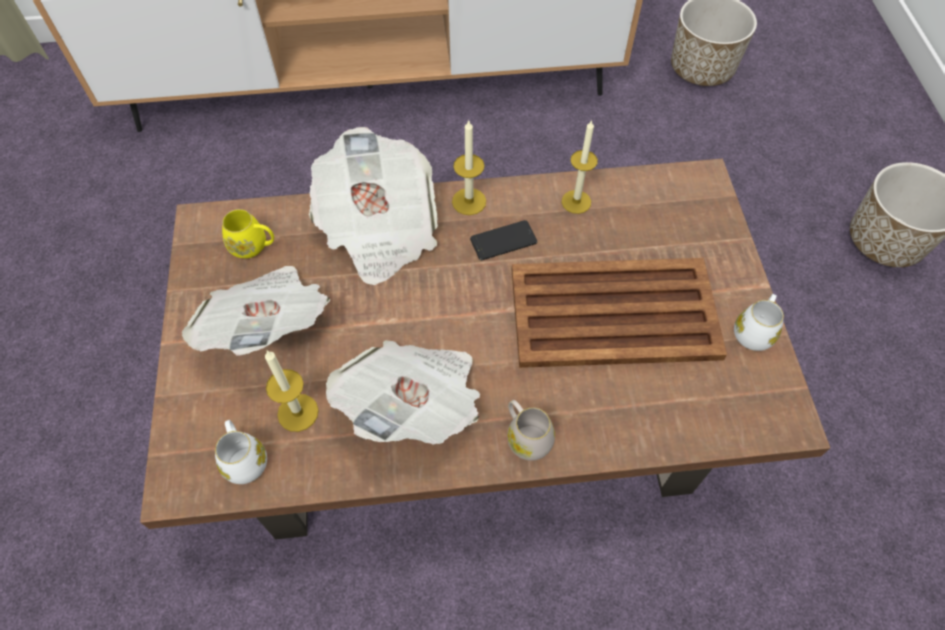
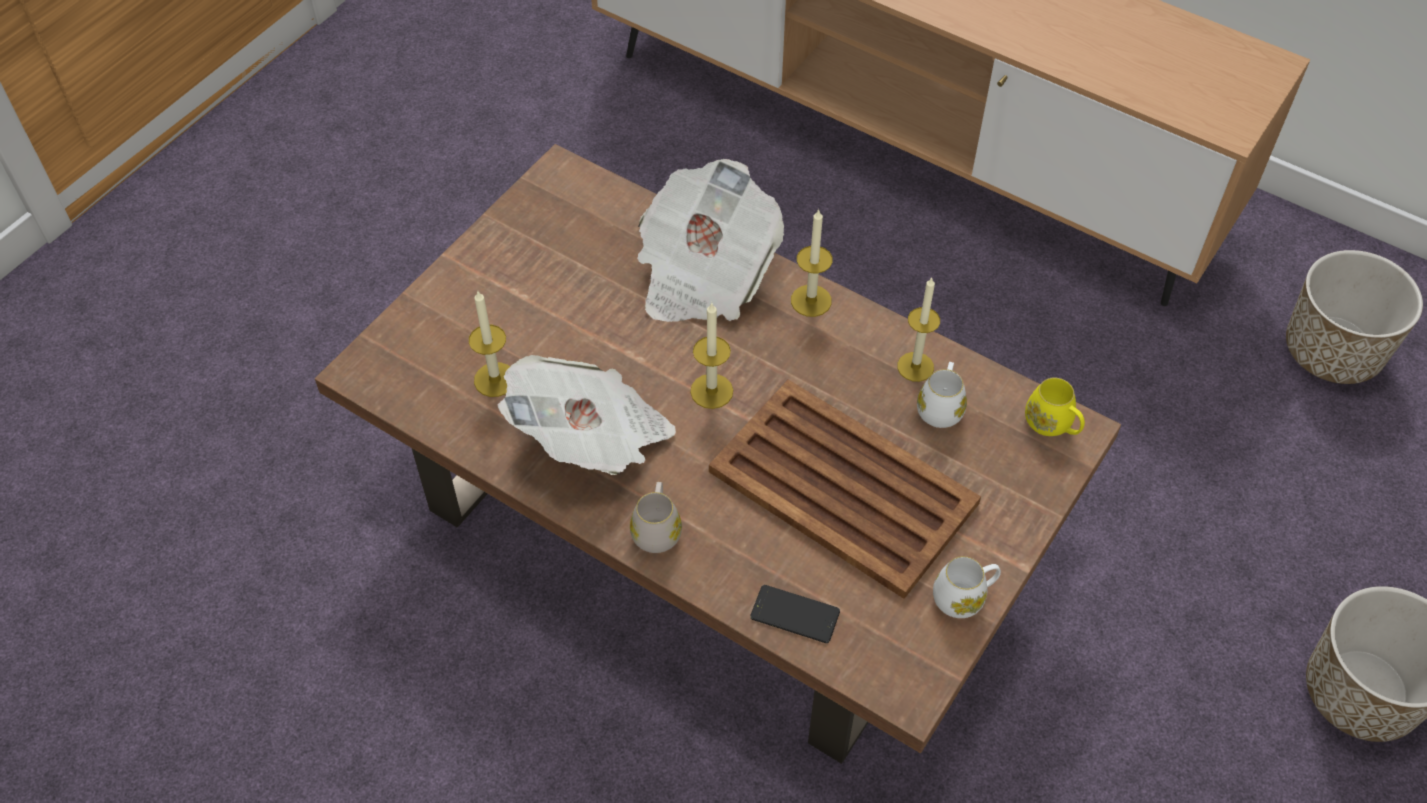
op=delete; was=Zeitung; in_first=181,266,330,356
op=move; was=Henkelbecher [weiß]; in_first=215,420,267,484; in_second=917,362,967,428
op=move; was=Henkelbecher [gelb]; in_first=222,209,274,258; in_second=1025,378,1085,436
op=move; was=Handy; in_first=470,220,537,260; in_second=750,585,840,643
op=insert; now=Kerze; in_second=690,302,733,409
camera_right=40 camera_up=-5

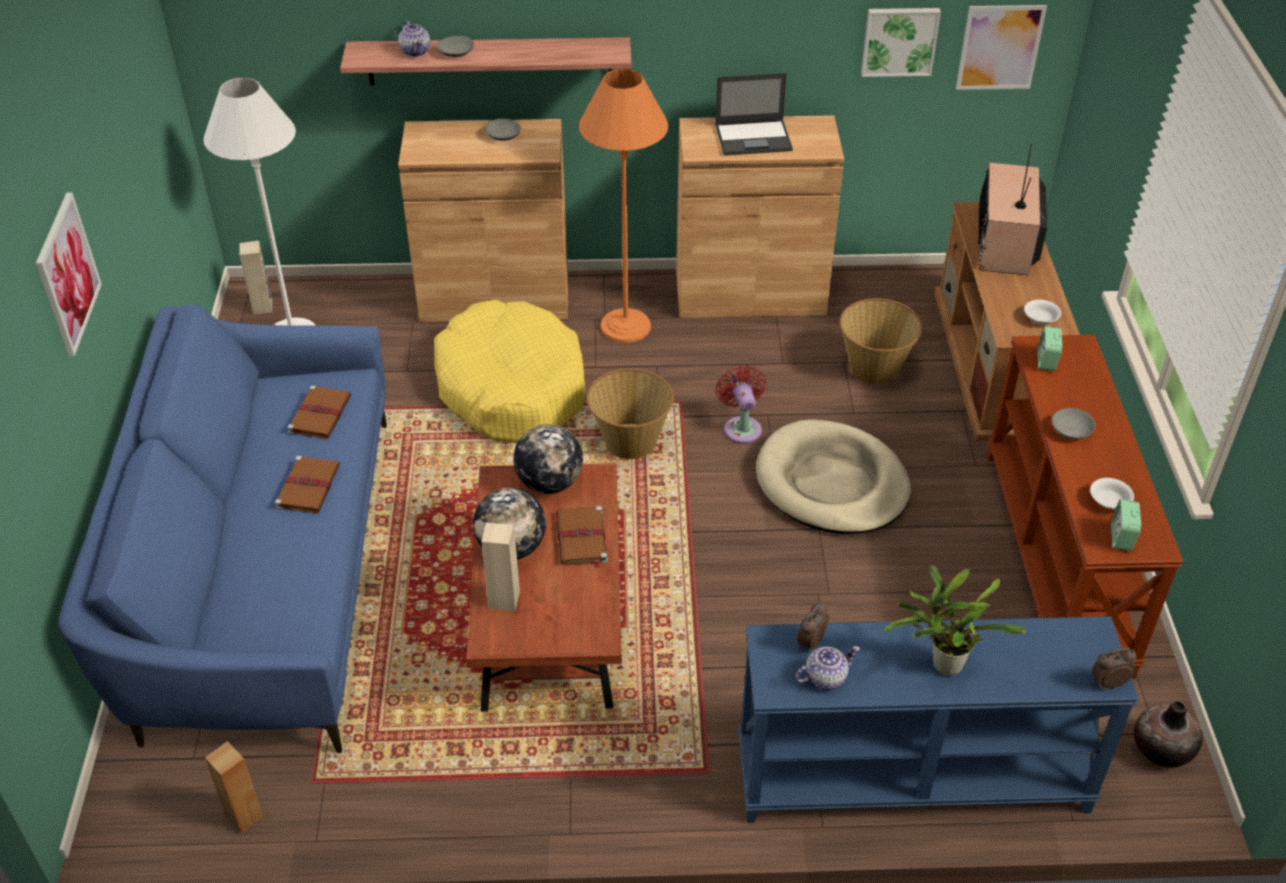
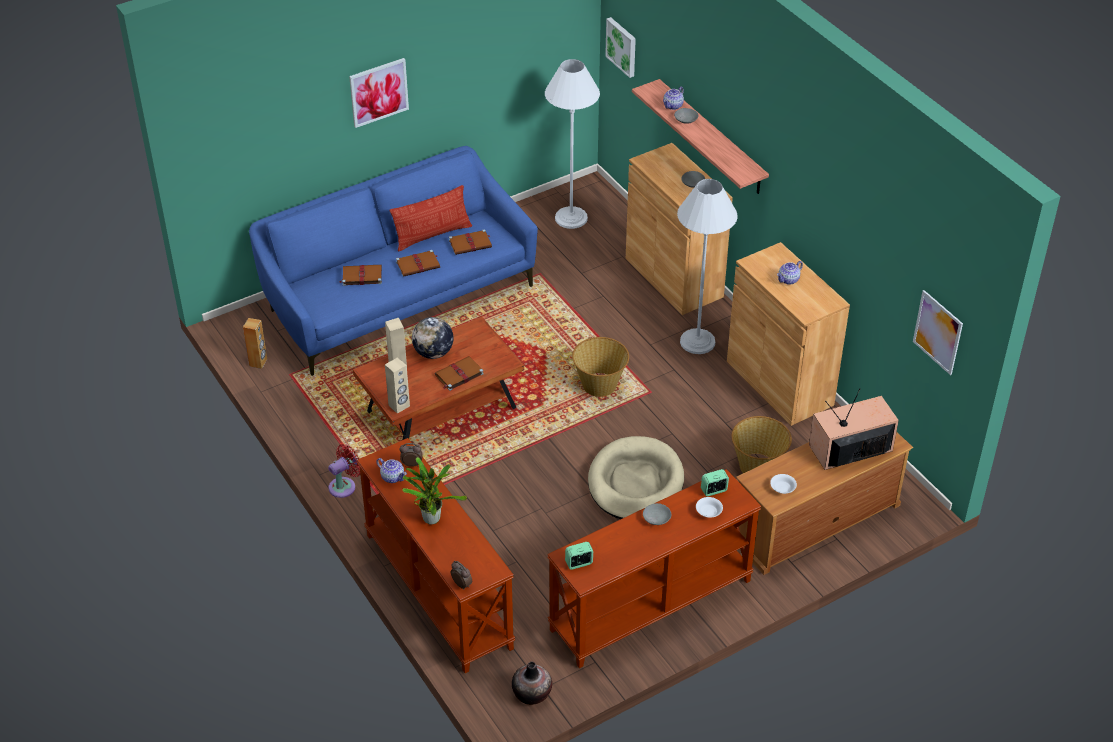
op=move; was=Lautsprecher [beige]; in_first=239,241,272,315; in_second=385,358,410,414
op=delete; was=Hundebett [gelb]; in_first=434,300,586,443
op=delete; was=Globus; in_first=513,424,583,494
op=recolor; was=Stehlampe [orange]; now=Stehlampe [weiß]; in_first=579,68,669,343; in_second=677,179,738,354
op=replace; was=Laptop; now=Teekanne; in_first=715,73,793,156; in_second=777,261,803,285
op=move; was=Ventilator [rot]; in_first=715,365,767,444; in_second=328,444,360,498
op=recolor; was=Konsolentisch [blau]; now=Konsolentisch [braun]; in_first=738,616,1139,823; in_second=357,438,515,673
op=move; was=Bild; in_first=861,8,941,77; in_second=605,17,636,78
op=move; was=Schüssel [weiß]; in_first=1090,478,1134,510; in_second=696,497,723,518
op=insert; now=Buch [braun]; in_second=339,265,382,286
op=insert; now=Kissen; in_second=390,185,472,252
camera_right=60 camera_up=0

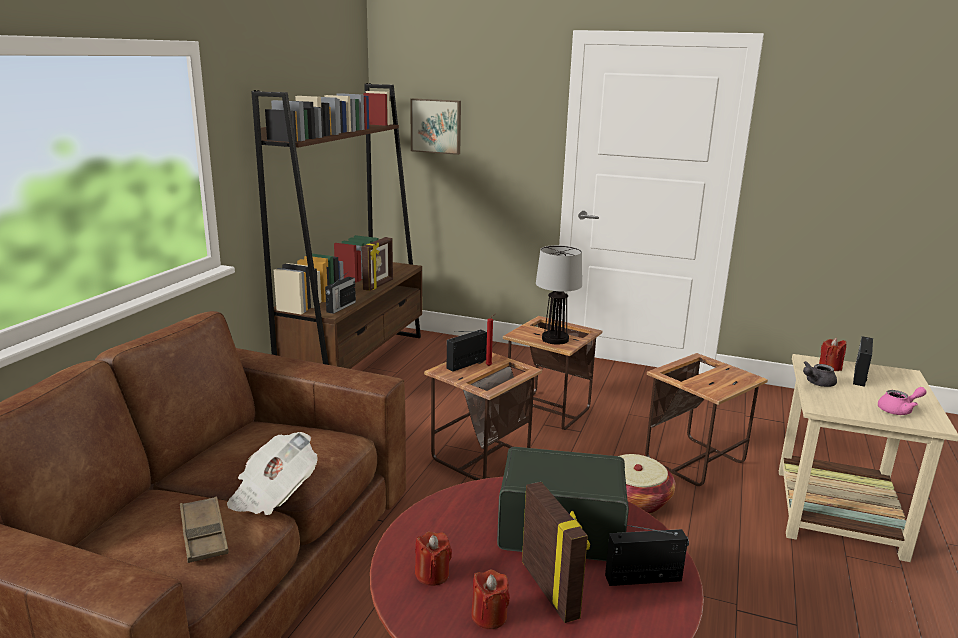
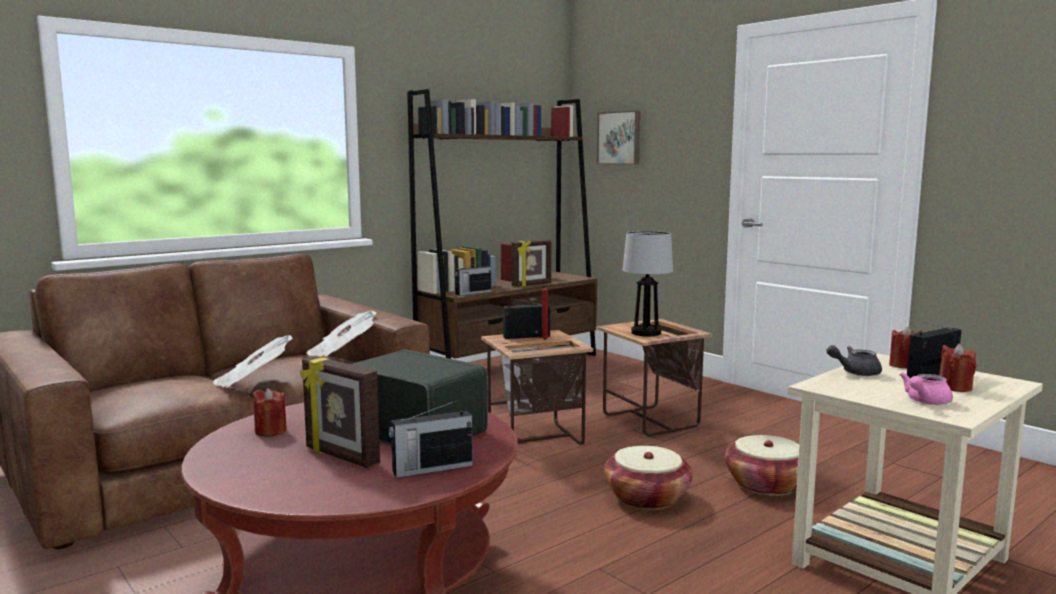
op=delete; was=Tablett [braun]; in_first=180,496,229,563
op=move; was=Kerze [rot]; in_first=472,569,510,629; in_second=939,344,976,392
op=rotate; was=Bilderrahmen; in_first=522,482,590,623; in_second=300,356,380,468; clockwise=120
op=rotate; was=Radio; in_first=605,524,689,586; in_second=388,400,473,478; clockwise=135
op=replace; was=Beistelltisch; now=Korb; in_first=645,353,768,486; in_second=725,435,799,496
op=rotate; was=Teekanne [rosa]; in_first=878,387,927,415; in_second=899,372,953,405; clockwise=120
op=insert; now=Zeitung; in_second=306,311,377,357
camera_right=30 camera_up=-10

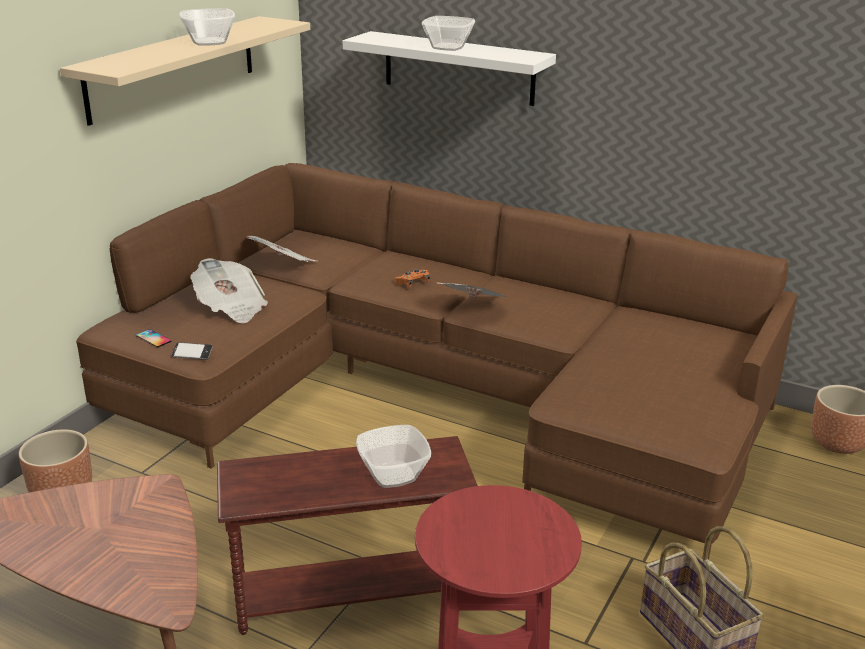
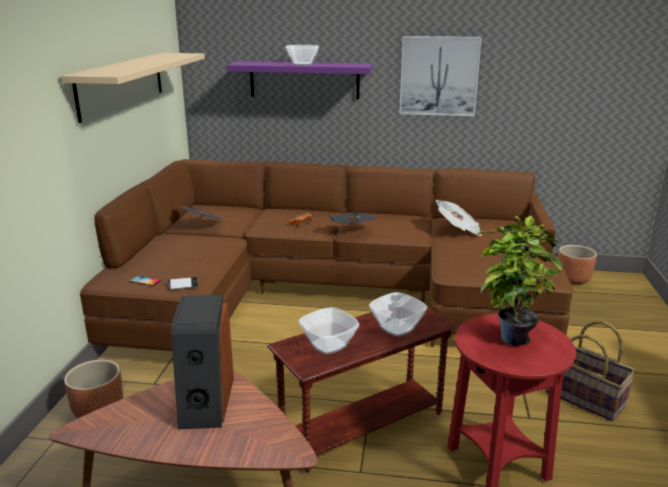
op=move; was=Schüssel; in_first=179,8,235,46; in_second=298,307,359,355
op=move; was=Zeitung; in_first=190,258,268,323; in_second=436,200,482,236
op=recolor; was=Wandregal [weiß]; now=Wandregal [lila]; in_first=343,31,556,106; in_second=227,61,373,99
op=insert; now=Lautsprecher; in_second=171,295,234,429
op=insert; now=Bild; in_second=400,36,482,116
op=insert; now=Topfpflanze; in_second=476,216,562,346
camera_right=-20 camera_up=-5

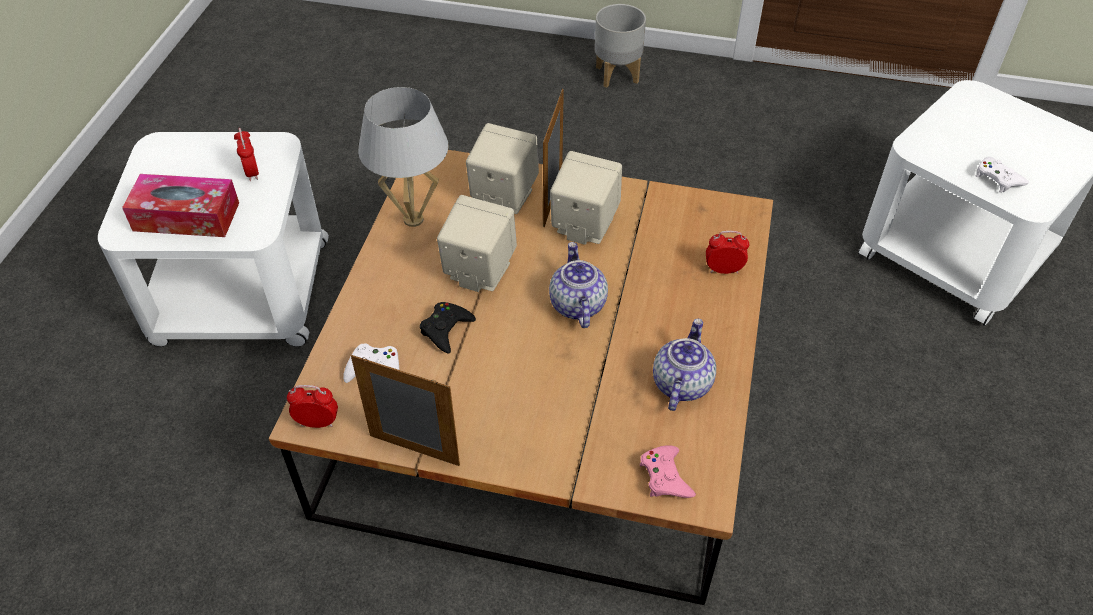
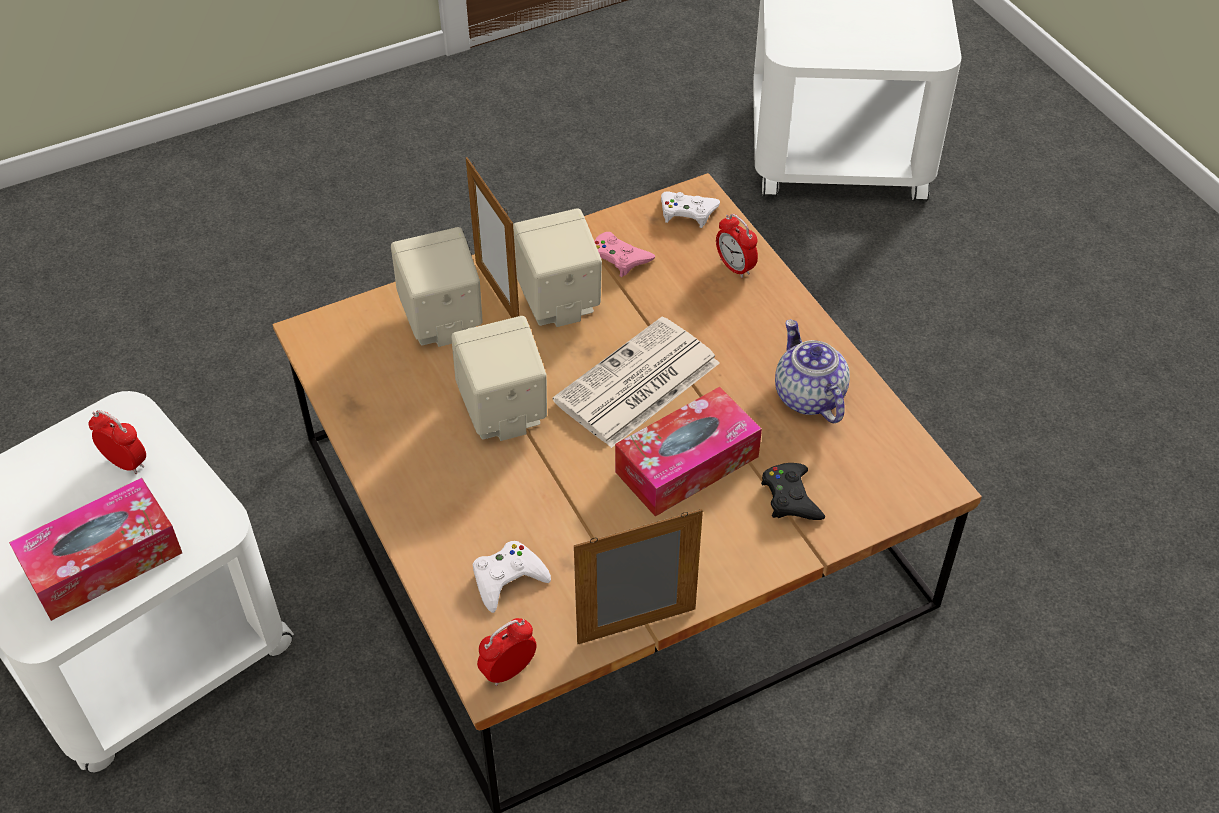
op=delete; was=Tischlampe [weiß]; in_first=358,87,449,227
op=move; was=Gamepad [schwarz]; in_first=420,302,476,354; in_second=761,463,825,520
op=replace; was=Teekanne; now=Zeitung; in_first=549,242,608,328; in_second=552,317,720,448
op=delete; was=Pflanzkübel [grau]; in_first=595,4,646,88
op=move; was=Gamepad [rosa]; in_first=640,445,696,498; in_second=594,232,655,277
op=rotate; was=Wecker; in_first=706,231,749,274; in_second=716,214,758,278; clockwise=-90
op=move; was=Gamepad [weiß]; in_first=976,157,1029,193; in_second=661,191,720,228
op=insert; now=Taschentuchbox; in_second=615,387,762,517
camera_right=-40 camera_up=0

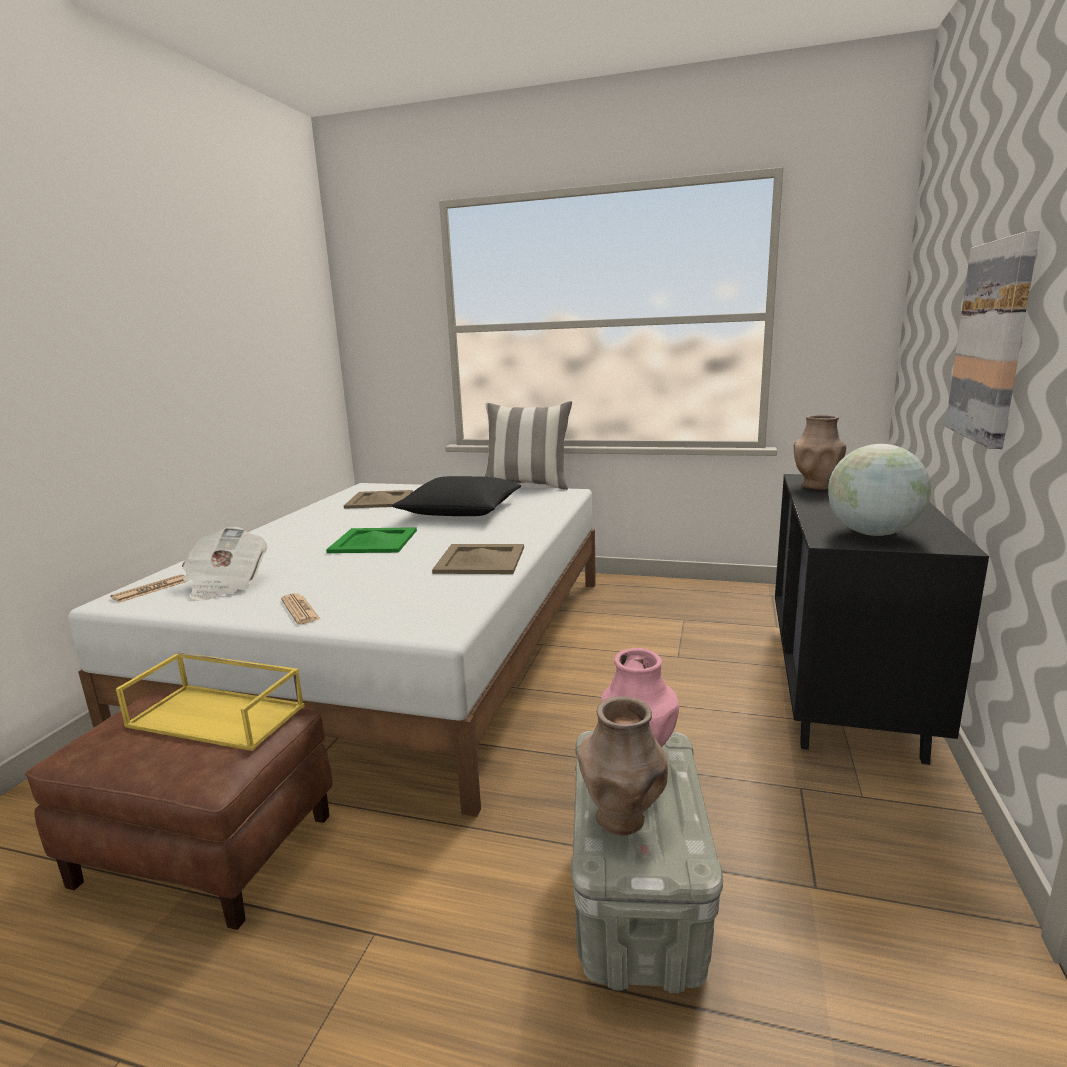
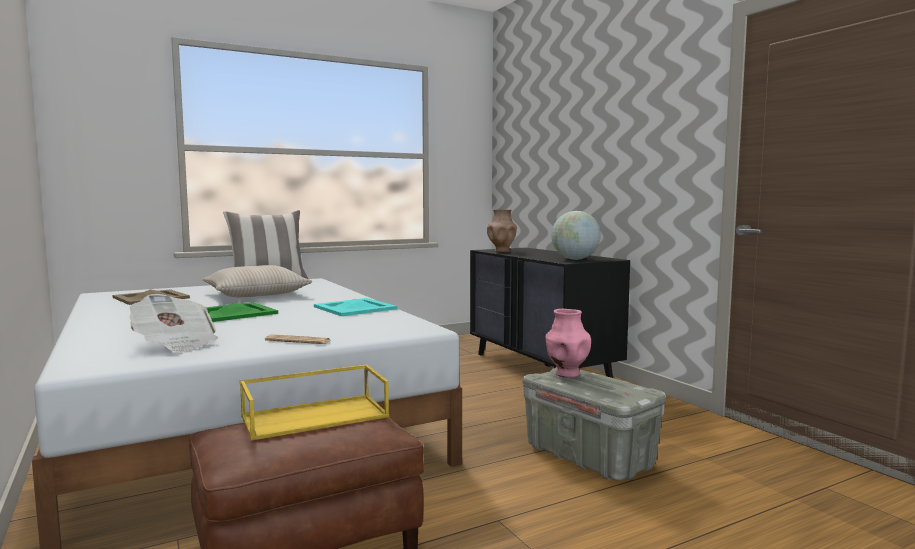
op=delete; was=Zeitung; in_first=111,574,189,602
op=recolor; was=Kissen [schwarz]; now=Kissen [beige]; in_first=392,476,521,516; in_second=202,265,312,297
op=recolor; was=Tablett [beige]; now=Tablett [türkis]; in_first=432,544,524,574; in_second=314,298,397,316
op=delete; was=Vase [braun]; in_first=577,696,668,836
op=delete; was=Bild; in_first=945,231,1040,449
camera_right=-45 camera_up=-10

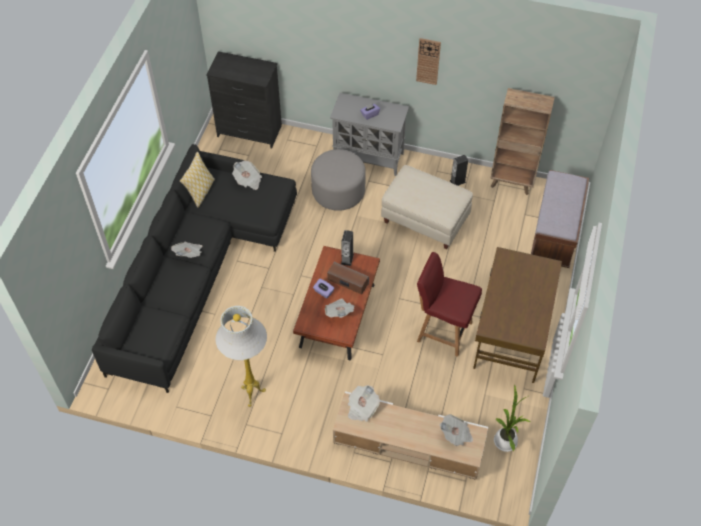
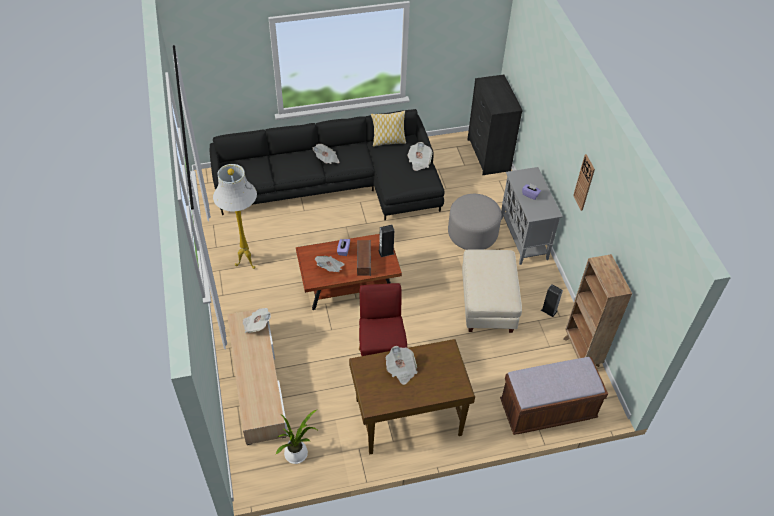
op=move; was=Zeitung; in_first=440,414,473,446; in_second=386,346,418,385
camera_right=60 camera_up=-5

